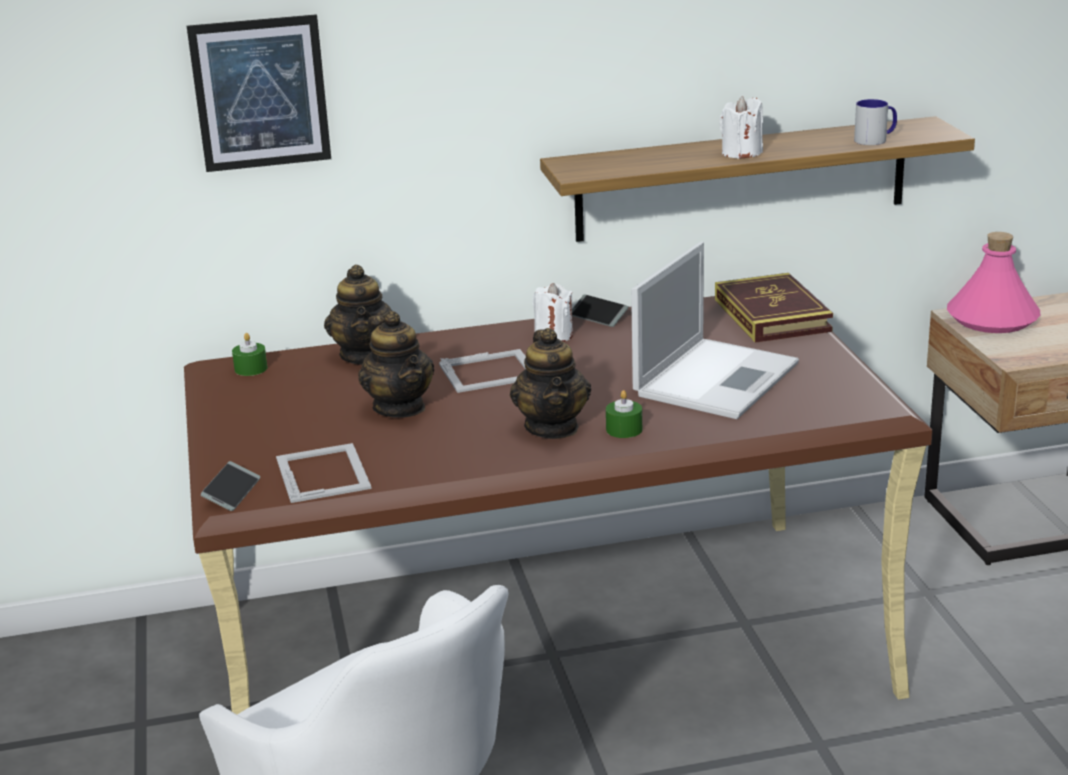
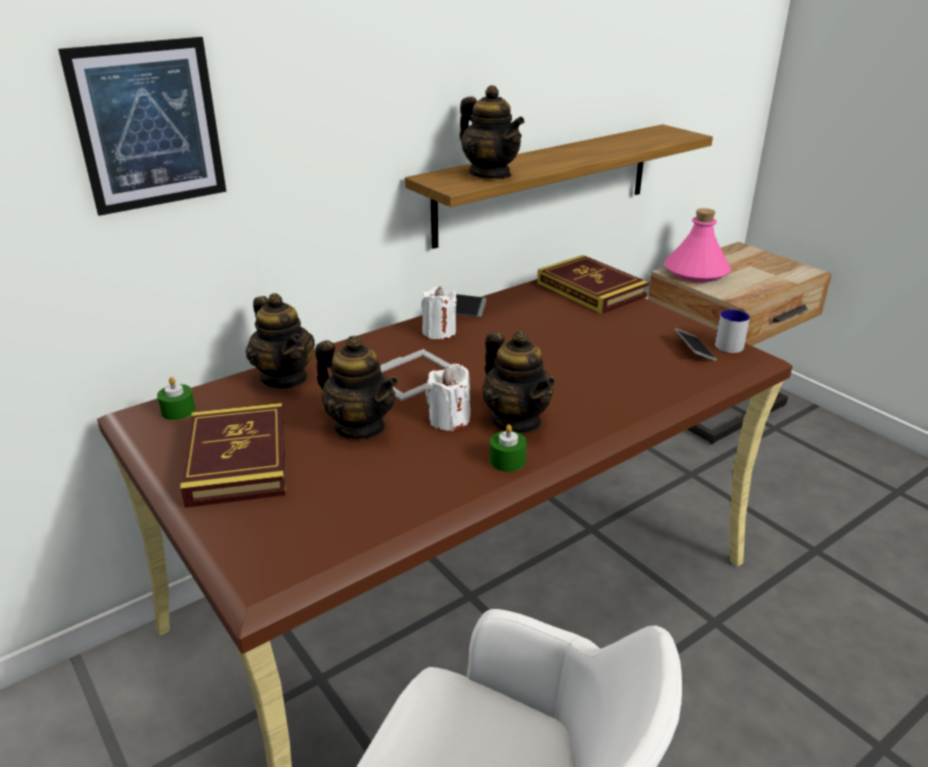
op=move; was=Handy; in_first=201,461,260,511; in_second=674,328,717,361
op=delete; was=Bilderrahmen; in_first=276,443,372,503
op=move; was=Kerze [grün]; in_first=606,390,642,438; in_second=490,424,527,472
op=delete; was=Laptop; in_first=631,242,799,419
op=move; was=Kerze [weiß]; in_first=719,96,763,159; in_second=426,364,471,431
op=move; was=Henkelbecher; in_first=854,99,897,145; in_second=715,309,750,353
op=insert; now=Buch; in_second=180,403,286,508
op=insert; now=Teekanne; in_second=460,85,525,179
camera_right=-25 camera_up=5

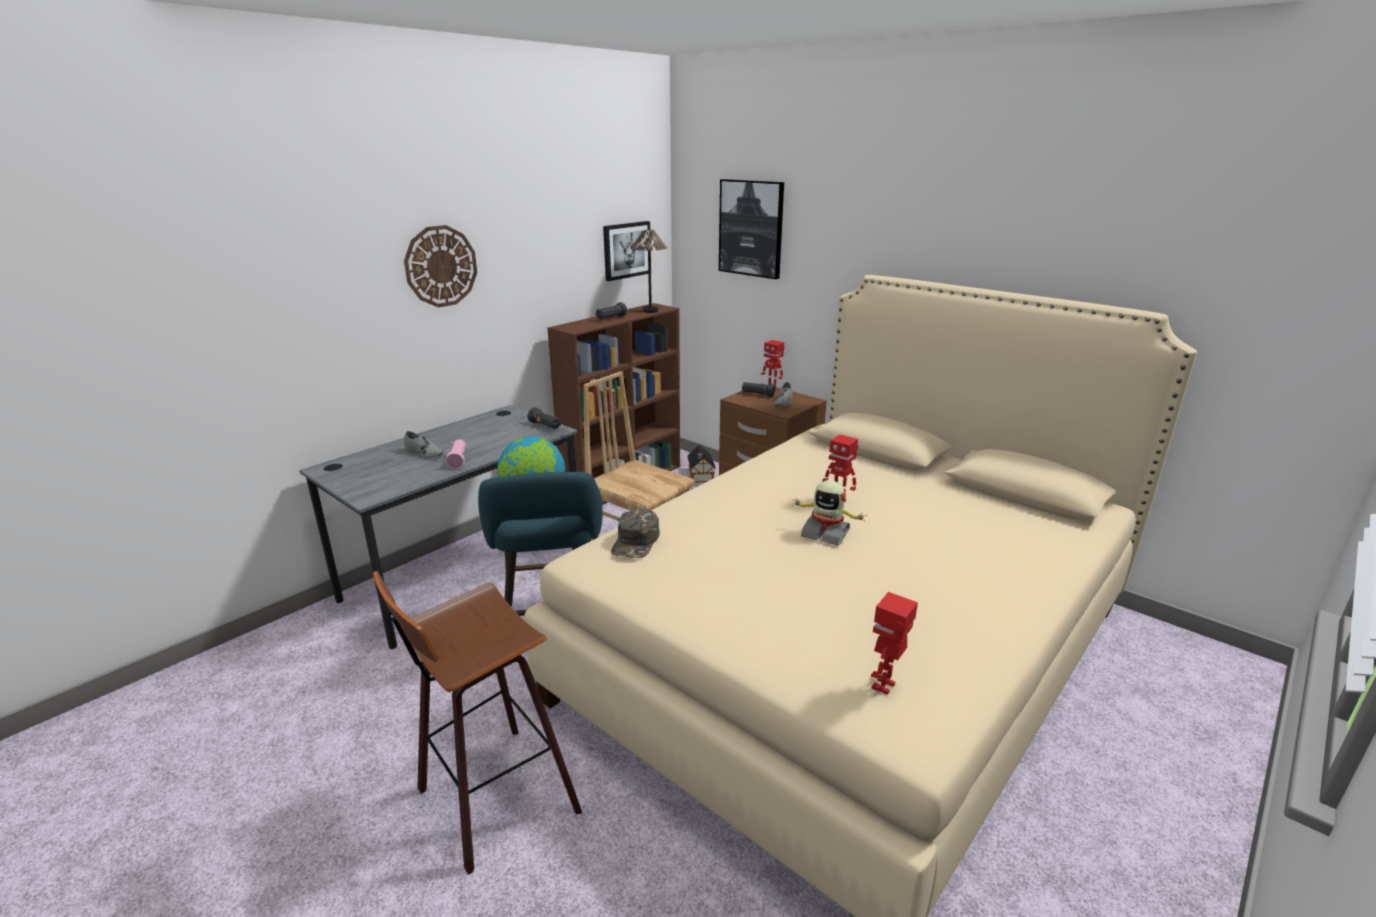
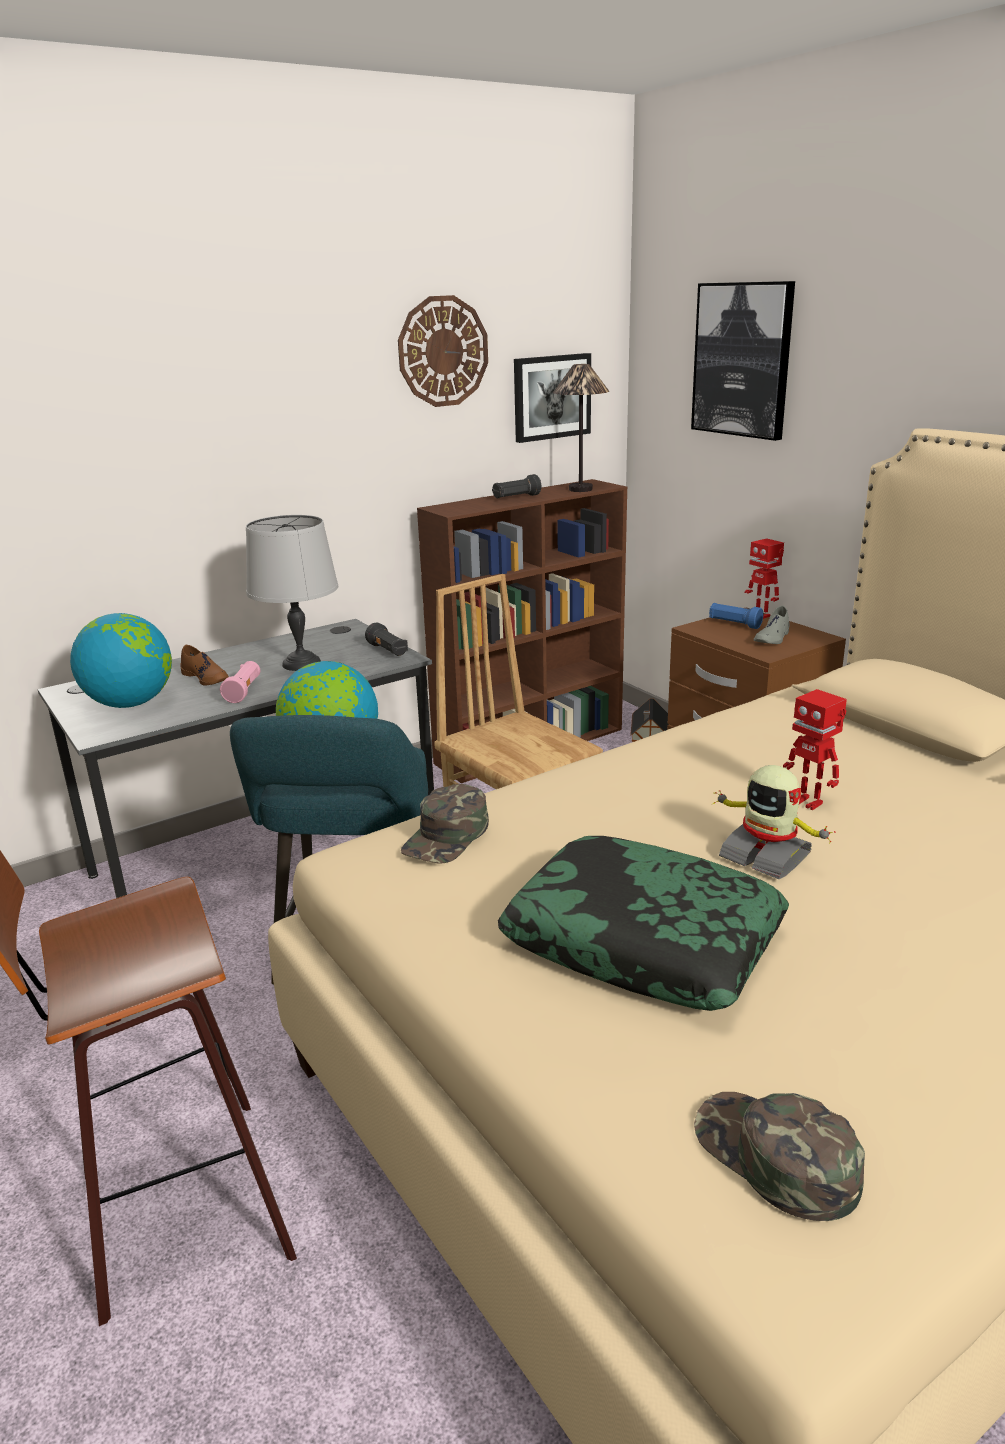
op=recolor; was=Schuh [grau]; now=Schuh [braun]; in_first=403,431,444,459; in_second=180,644,229,686
op=move; was=Wanduhr; in_first=404,225,477,308; in_second=398,295,488,407
op=recolor; was=Taschenlampe [schwarz]; now=Taschenlampe [blau]; in_first=742,382,776,397; in_second=709,603,763,629
op=replace; was=Spielzeugroboter; now=Kappe [grün]; in_first=871,592,918,694; in_second=694,1092,865,1221
op=insert; now=Globus; in_second=70,613,172,708
op=insert; now=Tischlampe [grau]; in_second=246,515,338,671
op=insert; now=Kissen; in_second=498,836,789,1011
camera_right=15 camera_up=0

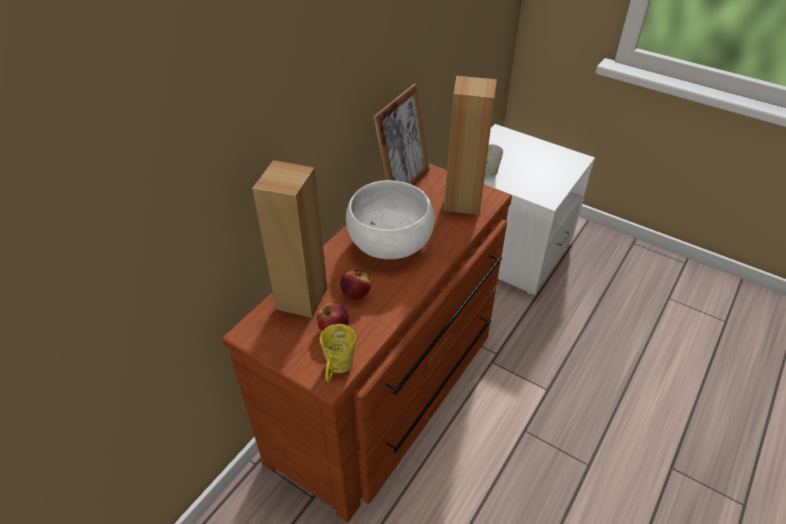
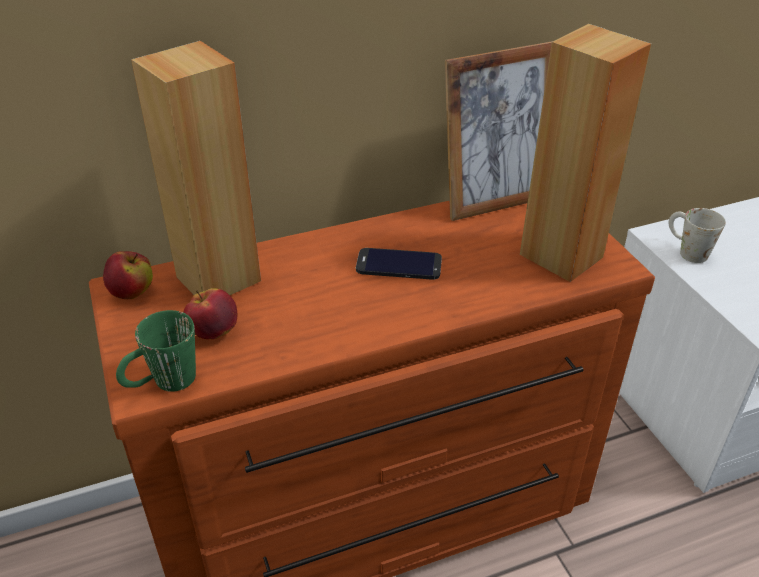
op=recolor; was=Henkelbecher [gelb]; now=Henkelbecher [grün]; in_first=320,324,356,381; in_second=116,310,196,392
op=move; was=Apfel; in_first=340,269,371,300; in_second=103,251,153,299
op=replace; was=Schüssel [weiß]; now=Handy; in_first=346,180,435,259; in_second=356,248,442,279
camera_right=35 camera_up=-5

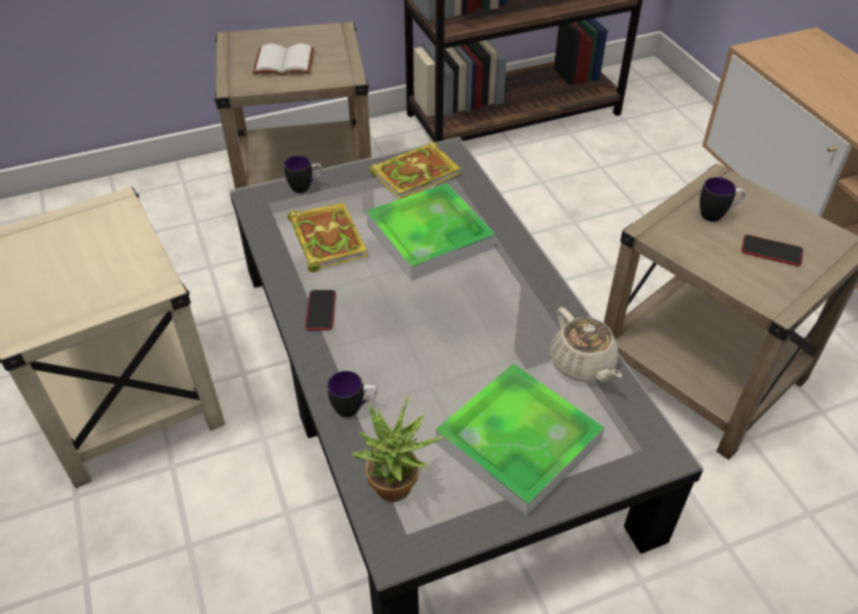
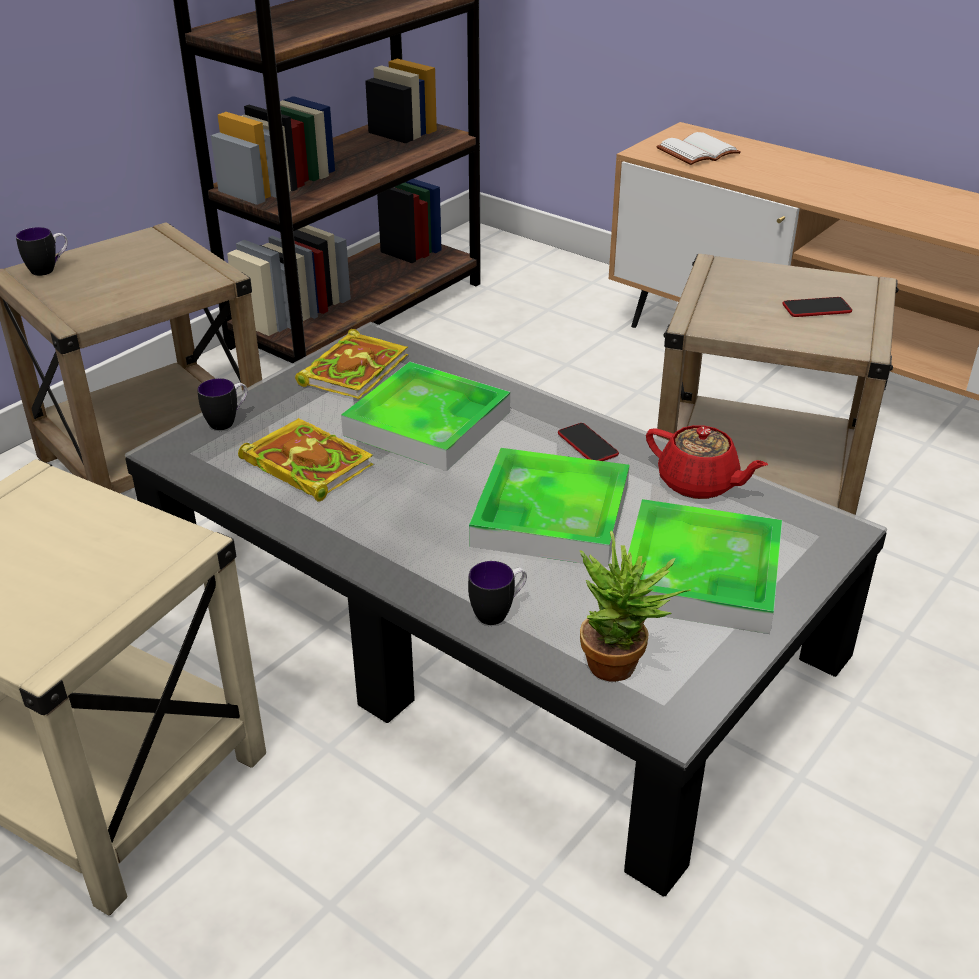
op=move; was=Buch [weiß]; in_first=253,44,314,76; in_second=656,132,741,165
op=move; was=Handy; in_first=305,290,336,330; in_second=558,423,619,461
op=recolor; was=Teekanne [beige]; now=Teekanne [rot]; in_first=550,307,622,383; in_second=646,425,768,499
op=move; was=Henkelbecher; in_first=700,177,745,222; in_second=16,227,68,276
op=insert; now=Tablett; in_second=469,448,630,567
camera_right=-30 camera_up=-10

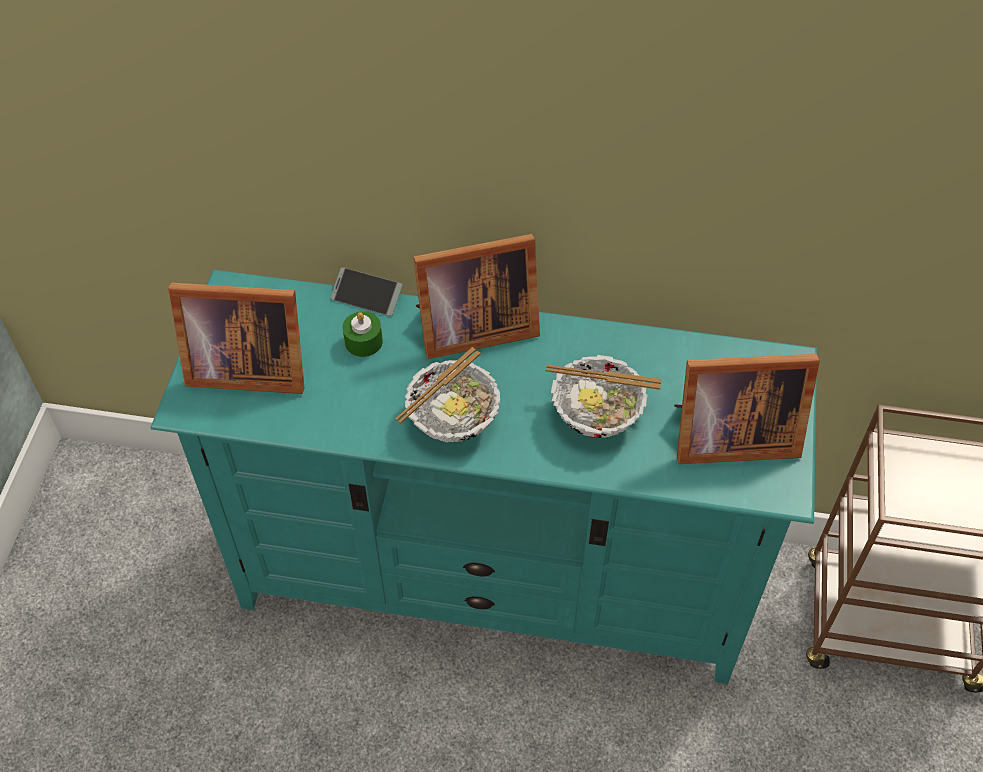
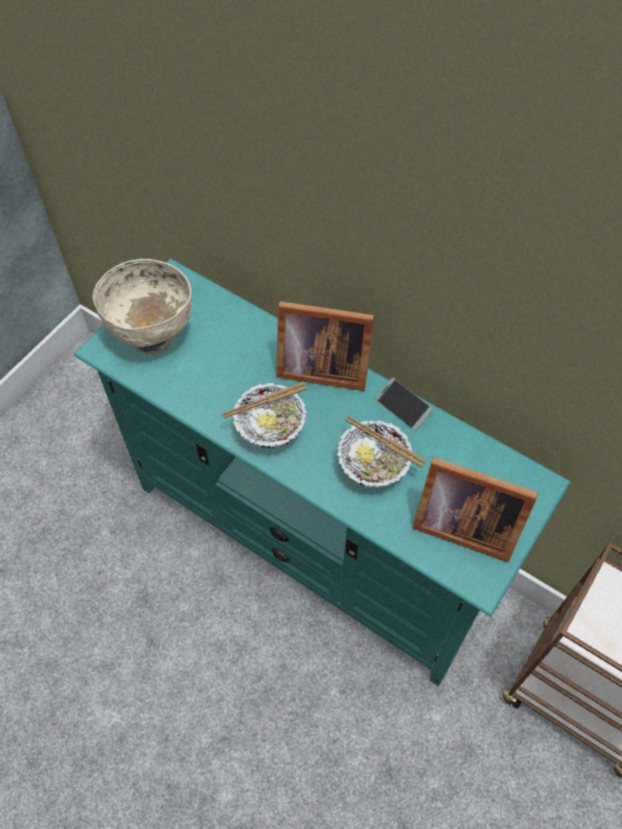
op=replace; was=Bilderrahmen; now=Schüssel [beige]; in_first=168,283,304,394; in_second=92,259,192,355
op=move; was=Handy; in_first=330,267,403,316; in_second=375,378,433,431
op=delete; was=Kerze [grün]; in_first=342,311,383,357
camera_right=25 camera_up=5

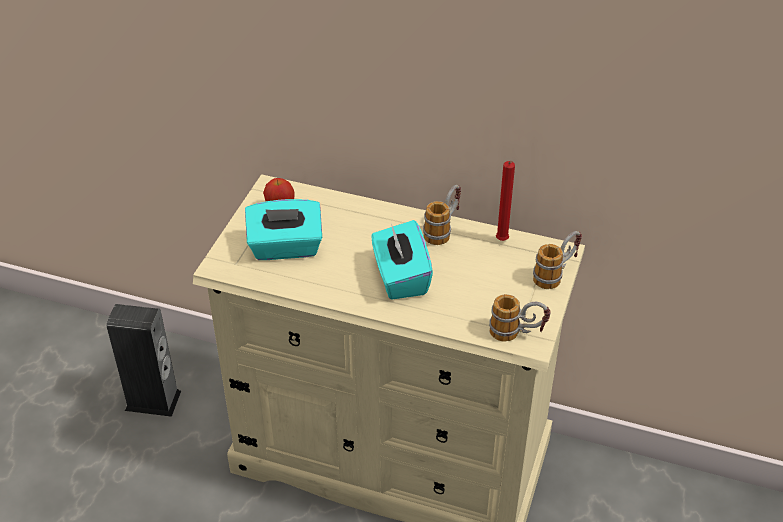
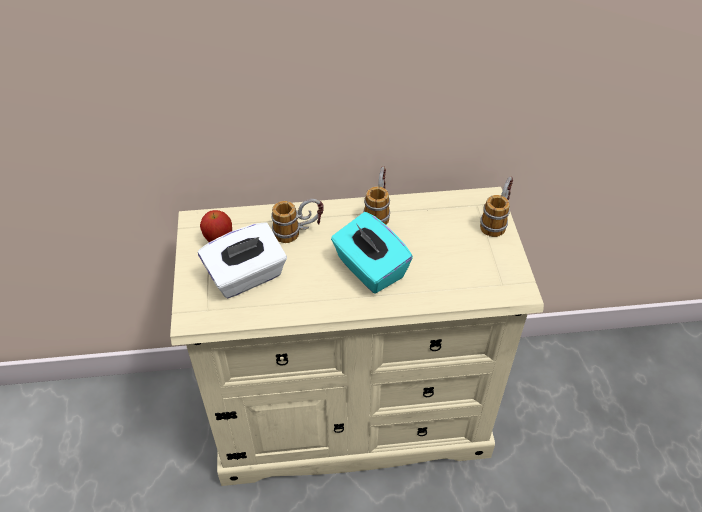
op=delete; was=Lautsprecher; in_first=107,304,181,417
op=recolor; was=Taschentuchbox [türkis]; now=Taschentuchbox [weiß]; in_first=245,199,322,260; in_second=198,222,287,298
op=move; was=Henkelbecher; in_first=489,294,551,342; in_second=271,199,324,243
op=delete; was=Kerze [rot]; in_first=496,161,515,241
camera_right=-25 camera_up=5

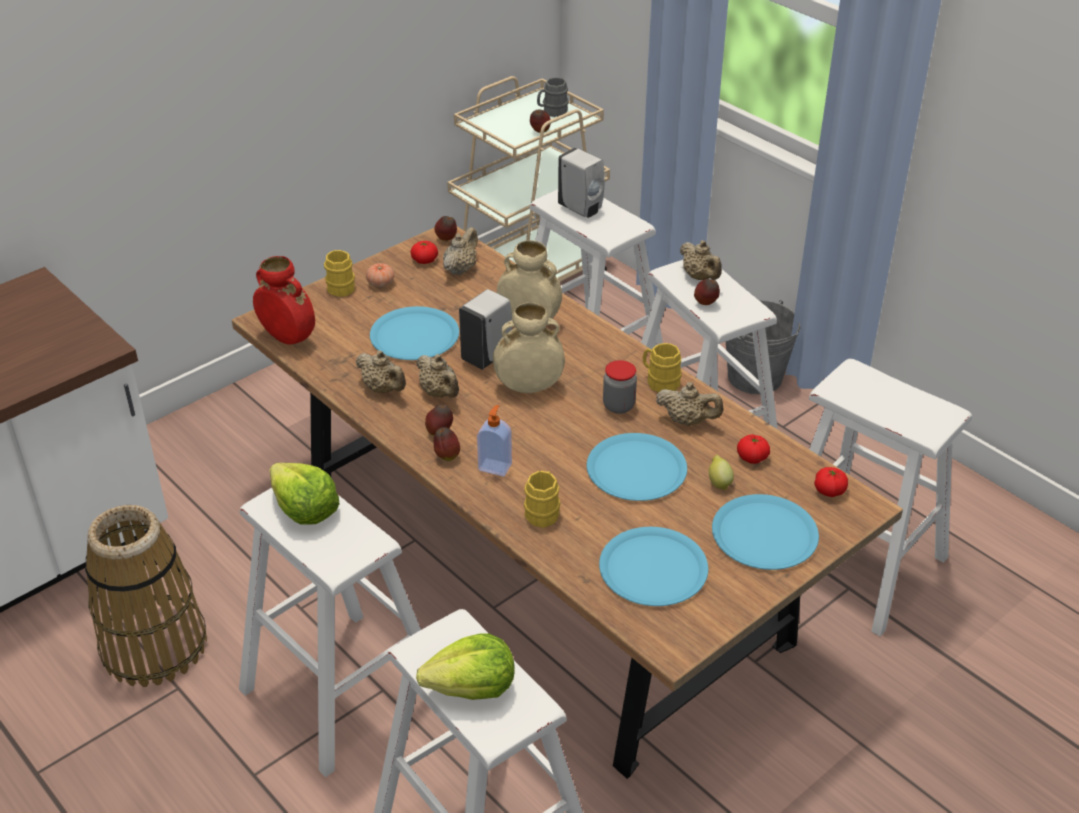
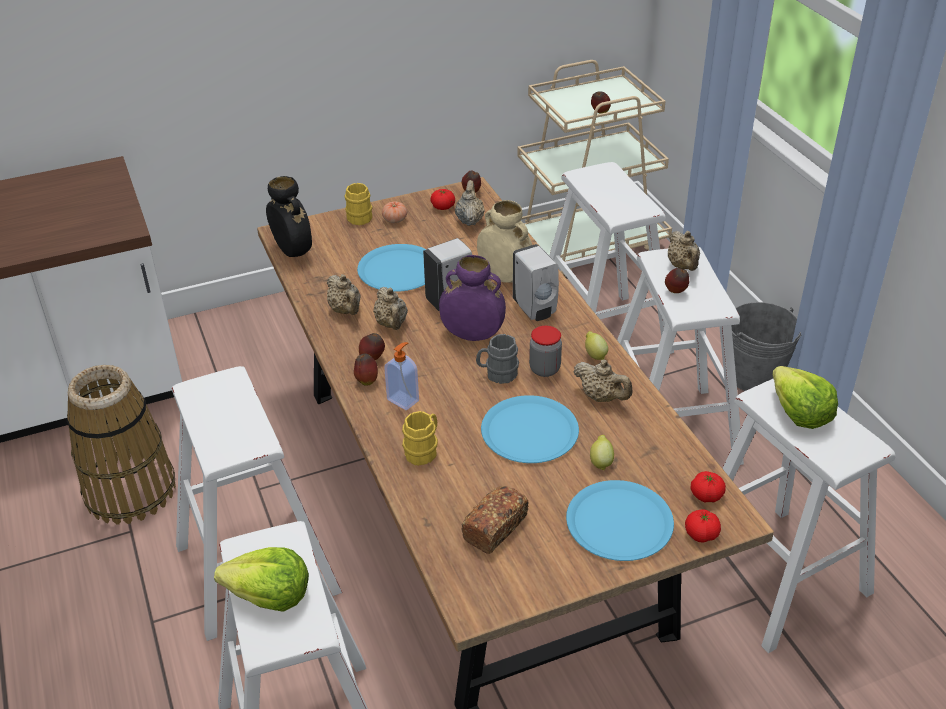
op=recolor; was=Vase [rot]; now=Vase [schwarz]; in_first=253,256,315,344; in_second=266,176,312,257
op=move; was=Salatkopf; in_first=269,463,339,524; in_second=772,366,838,429
op=rotate; was=Teekanne [beige]; in_first=443,227,478,276; in_second=455,180,485,226; clockwise=-45
op=recolor; was=Vase [beige]; now=Vase [lila]; in_first=493,303,565,393; in_second=439,255,506,341
op=move; was=Henkelbecher [grau]; in_first=537,77,569,117; in_second=476,334,519,384
op=move; was=Seifenspender [weiß]; in_first=558,148,605,218; in_second=513,244,559,321
op=replace; was=Teller [blau]; now=Brot; in_first=599,527,708,606; in_second=461,486,529,554
op=replace; was=Henkelbecher [gelb]; now=Zitrone; in_first=643,343,682,392; in_second=585,331,608,360
op=move; was=Tomate; in_first=737,434,770,464; in_second=685,510,721,543
camera_right=20 camera_up=0

